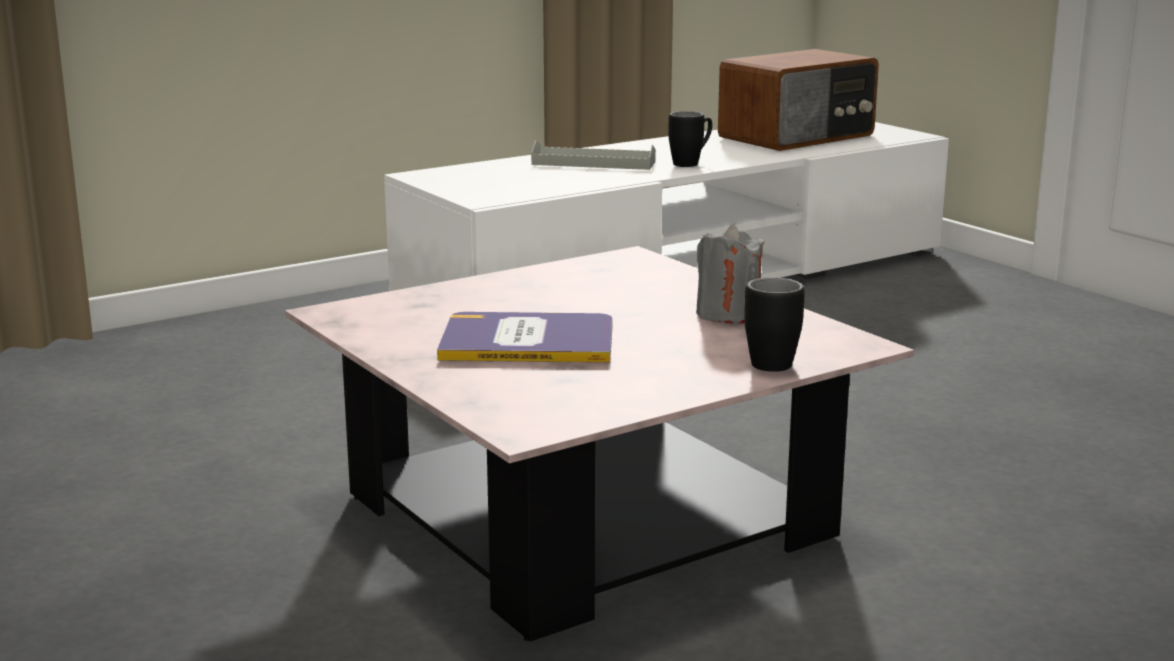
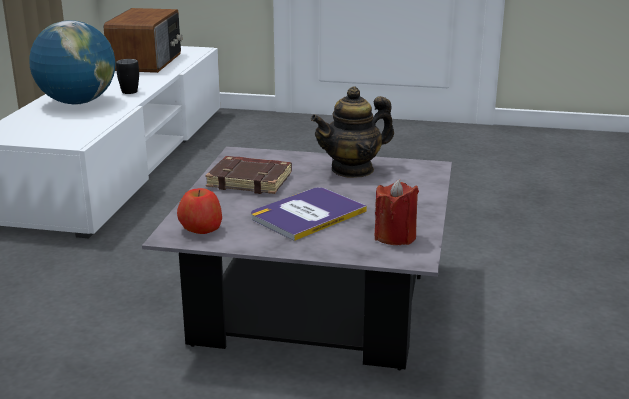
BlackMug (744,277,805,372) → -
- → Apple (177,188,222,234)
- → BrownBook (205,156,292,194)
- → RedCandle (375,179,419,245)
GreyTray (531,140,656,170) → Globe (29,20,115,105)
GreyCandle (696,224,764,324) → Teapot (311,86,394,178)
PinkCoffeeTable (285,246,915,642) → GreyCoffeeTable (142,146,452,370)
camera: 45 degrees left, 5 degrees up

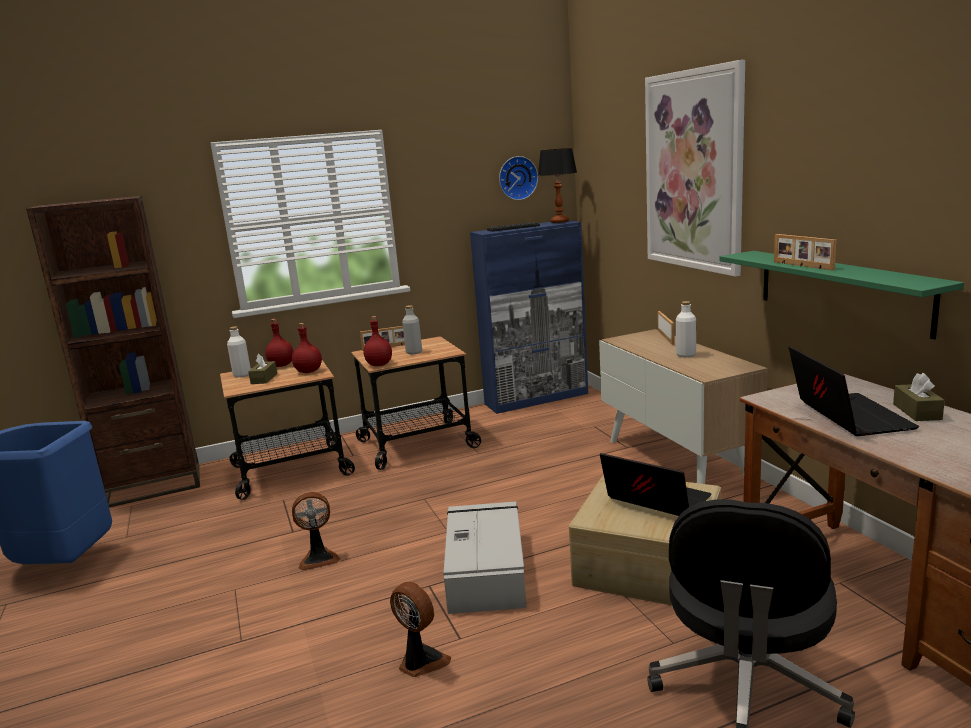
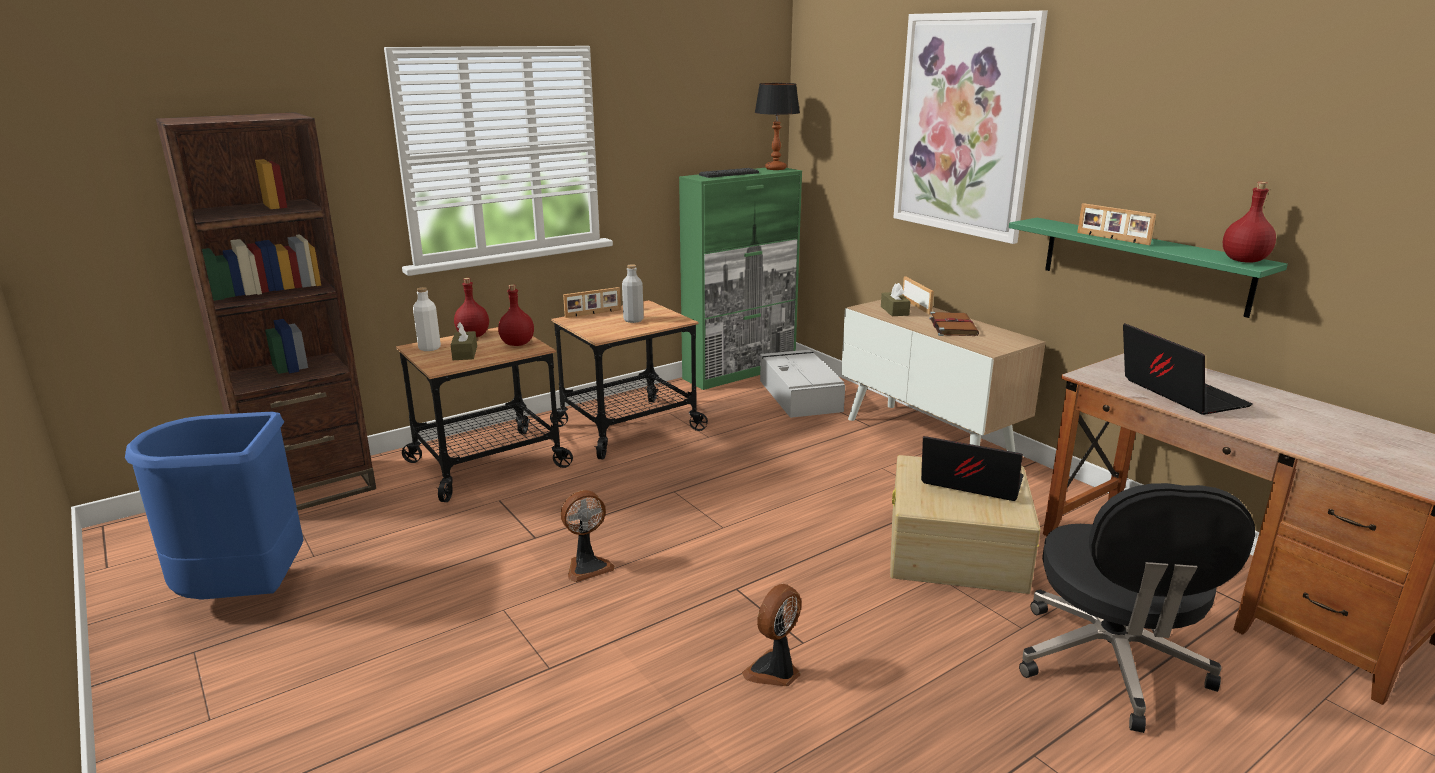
WallClock (499,156,538,200) → -
RedBottle (363,316,392,366) → RedBottle (1223,182,1276,263), moved
GreyStorageBox (443,501,527,614) → GreyStorageBox (760,350,845,418), moved
BrownTissueBox (893,373,945,421) → BrownTissueBox (881,283,911,316), moved
WhiteBottle (676,301,696,358) → BrownBook (929,312,979,336)
BlueCabinet (470,220,588,414) → GreenCabinet (679,168,802,390)
Fan (390,582,451,677) → Fan (742,584,801,686), 75 degrees counterclockwise
camera: 15 degrees left, 5 degrees up

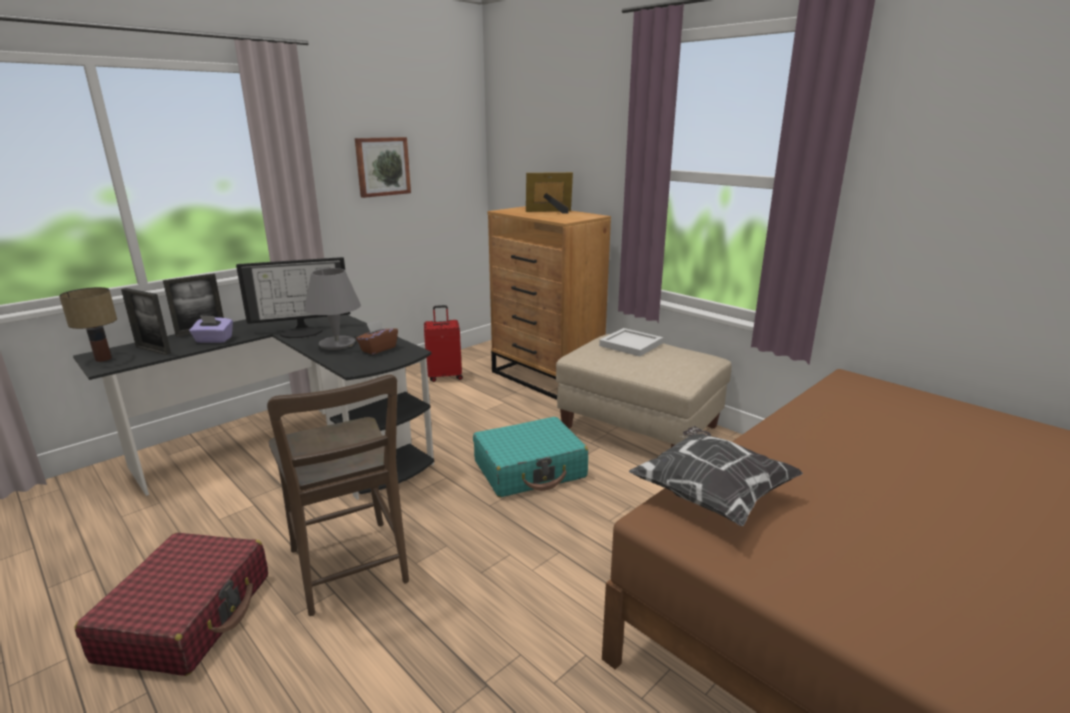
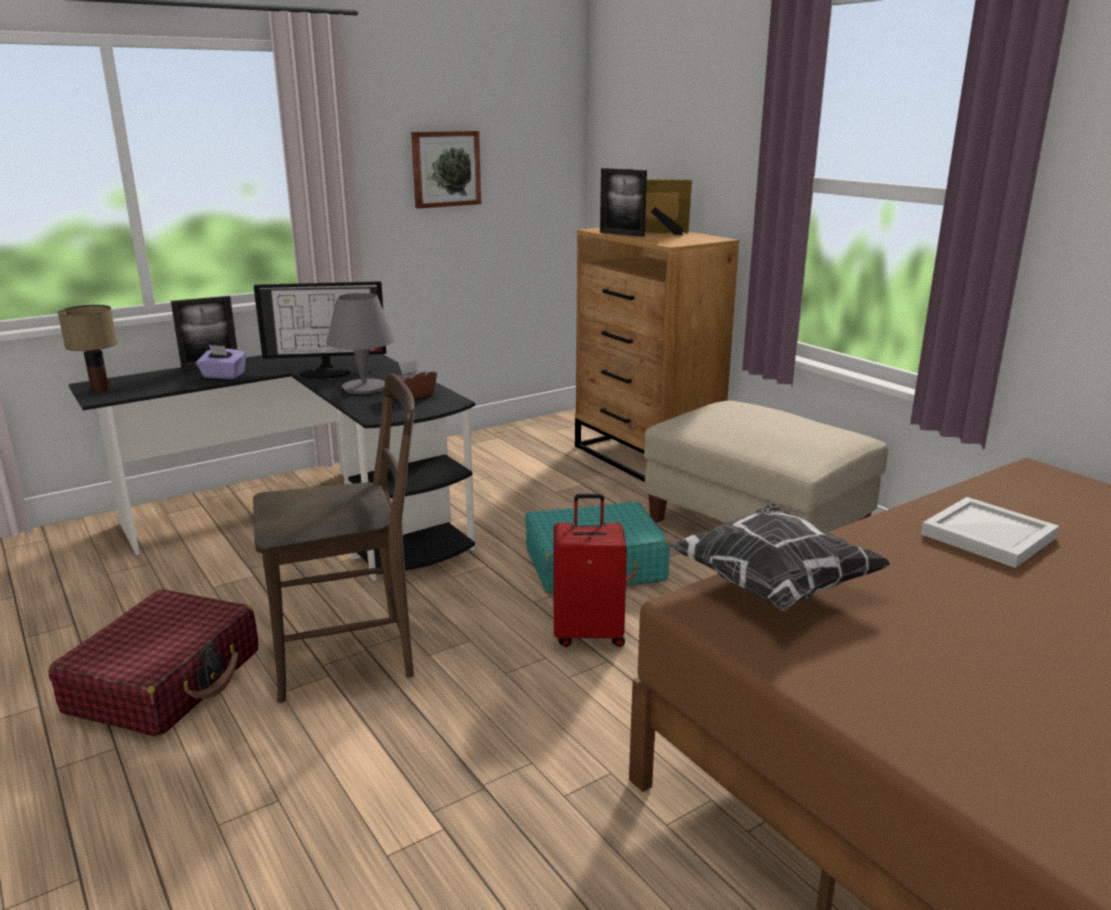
PictureFrame (121,288,171,355) → PictureFrame (600,168,647,237), moved
RedSuitcase (424,305,463,382) → RedSuitcase (554,494,627,647), moved
WhiteTray (599,328,663,357) → WhiteTray (921,497,1059,568), moved
BrownChair (267,374,409,616) → BrownChair (253,373,414,703), 90 degrees counterclockwise
camera: 10 degrees right, 0 degrees up

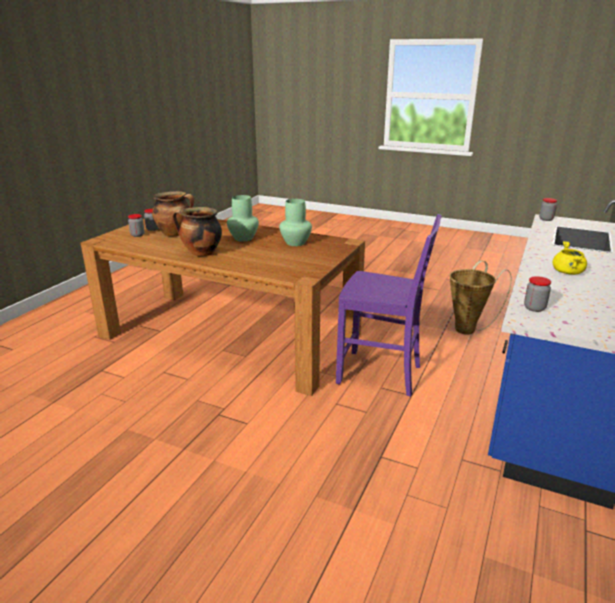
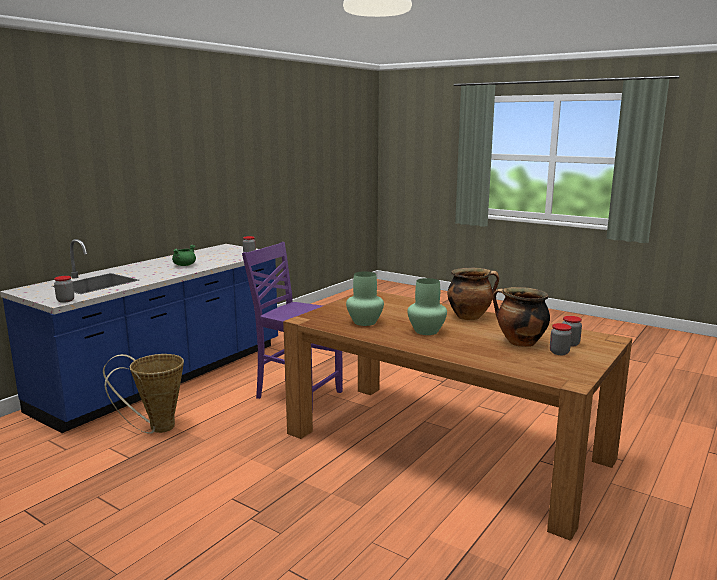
YellowCookingPot (553,241,587,275) → GreenCookingPot (172,245,196,266)
camera: 170 degrees left, 10 degrees down

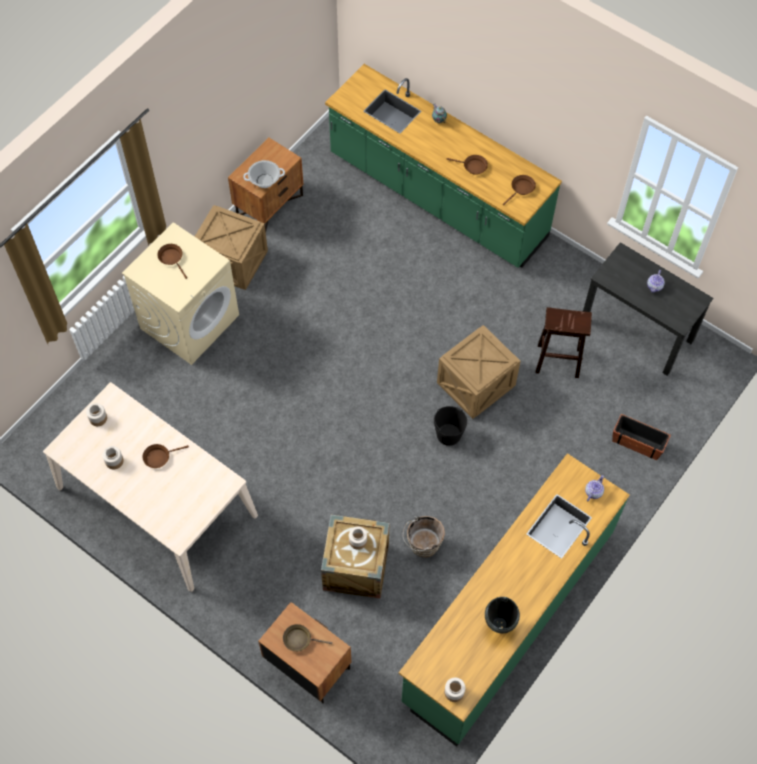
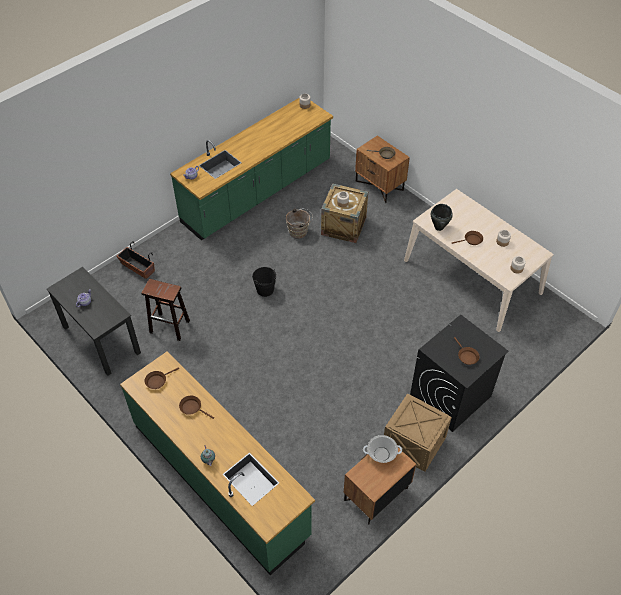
Crate (437,325,521,419) → -
BlackCookingPot (485,597,520,634) → BlackCookingPot (431,204,453,231), moved
BeigeWashingMachine (122,222,239,365) → BlackWashingMachine (410,315,509,432)
camera: 170 degrees left, 10 degrees down

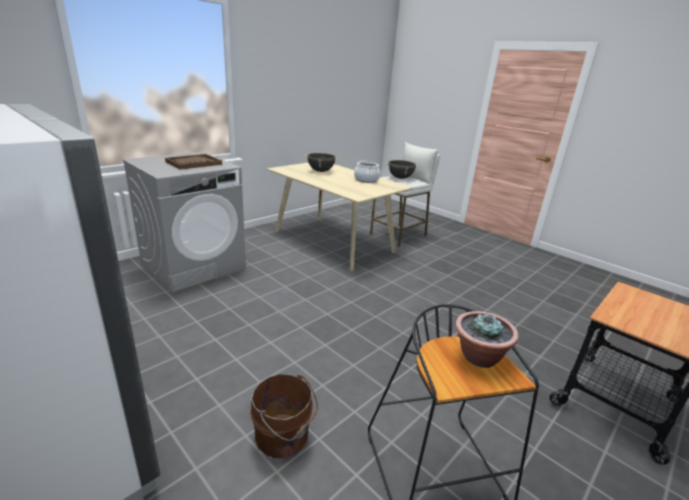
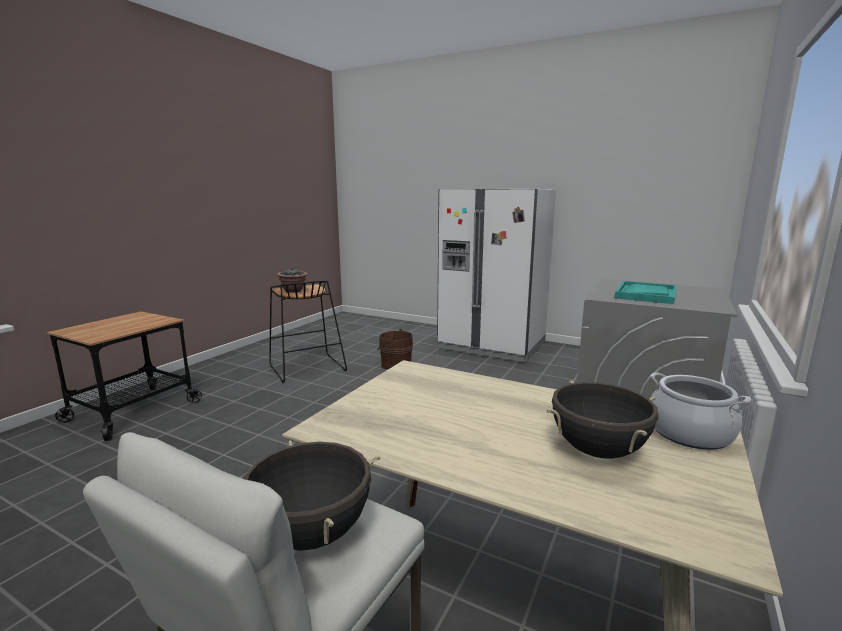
CookingPot (354,160,380,183) → CookingPot (650,372,751,450), moved
BrownTray (165,154,222,170) → TurquoiseTray (615,281,677,304)
camera: 165 degrees right, 10 degrees down

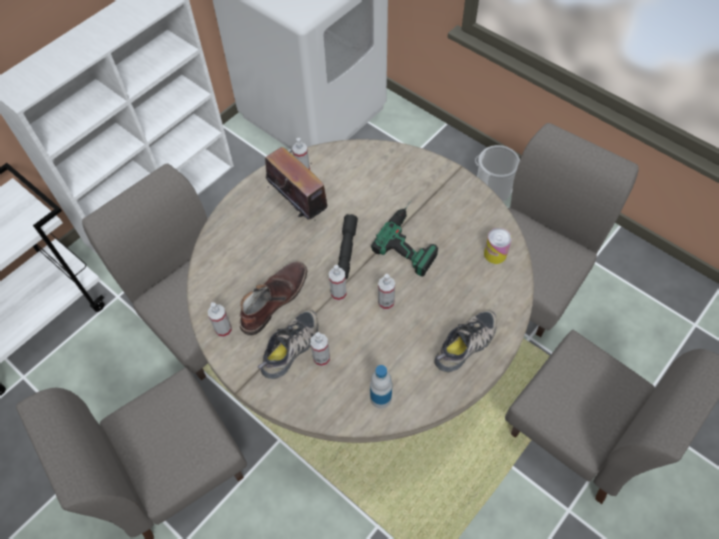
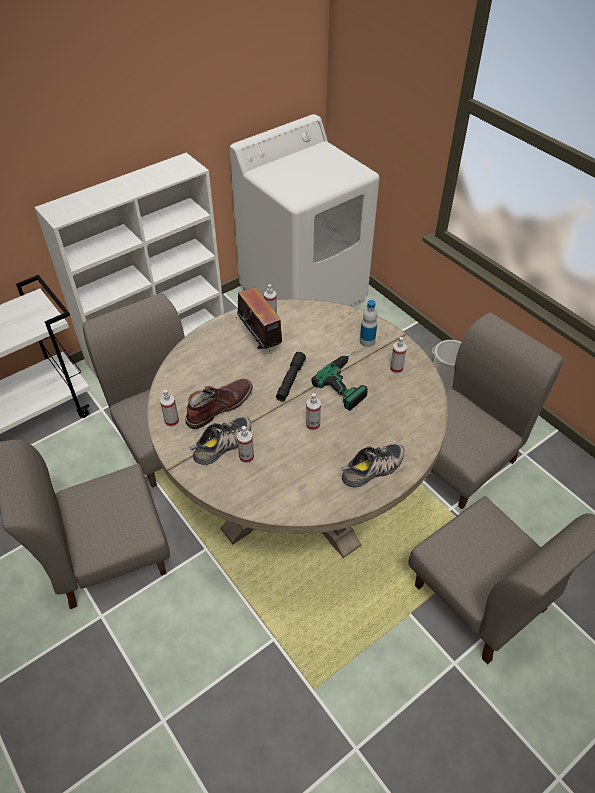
Can (484,228,512,264) → -
SprayBottle (329,265,347,301) → SprayBottle (390,337,407,374), moved
Bottle (370,365,392,409) → Bottle (360,300,377,347), moved
camera: 10 degrees right, 10 degrees down

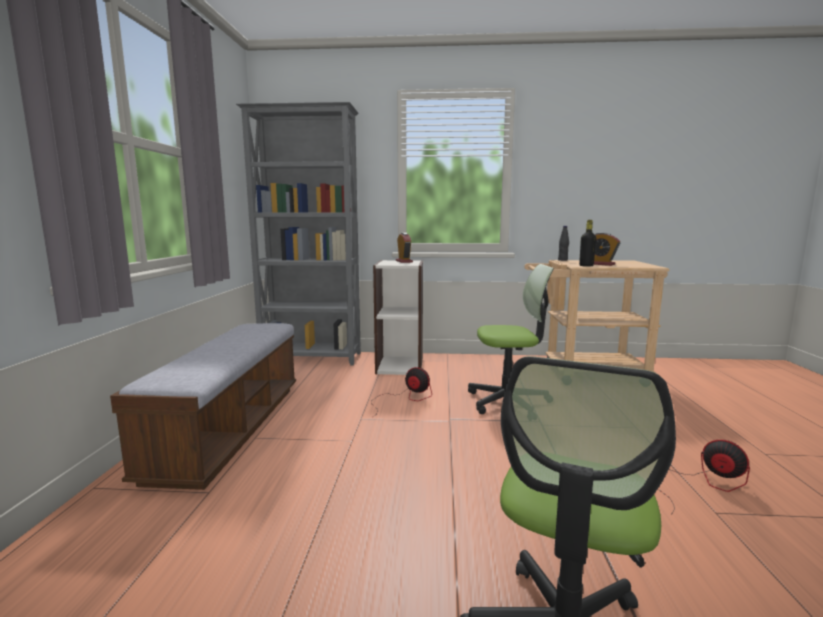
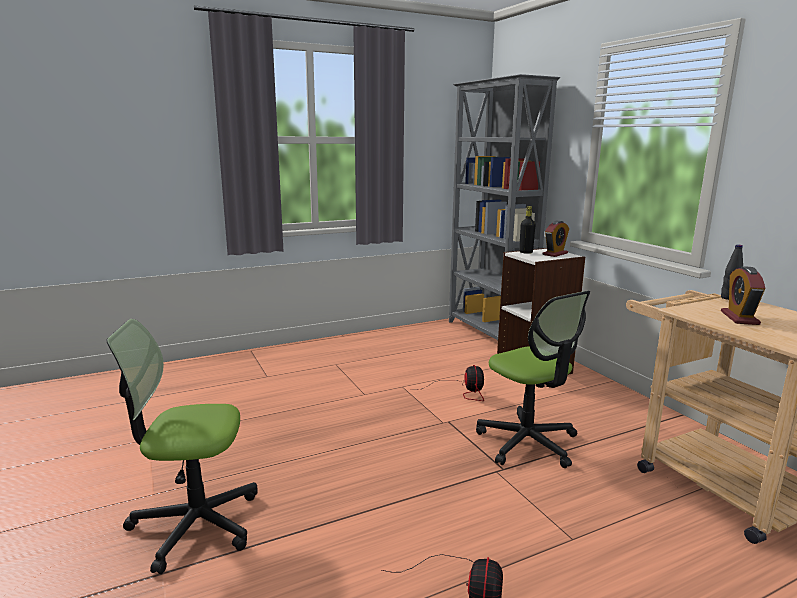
Bench (110,323,296,490) → -
BlackBottle (579,220,596,267) → BlackBottle (519,206,535,254), moved
camera: 60 degrees right, 5 degrees up

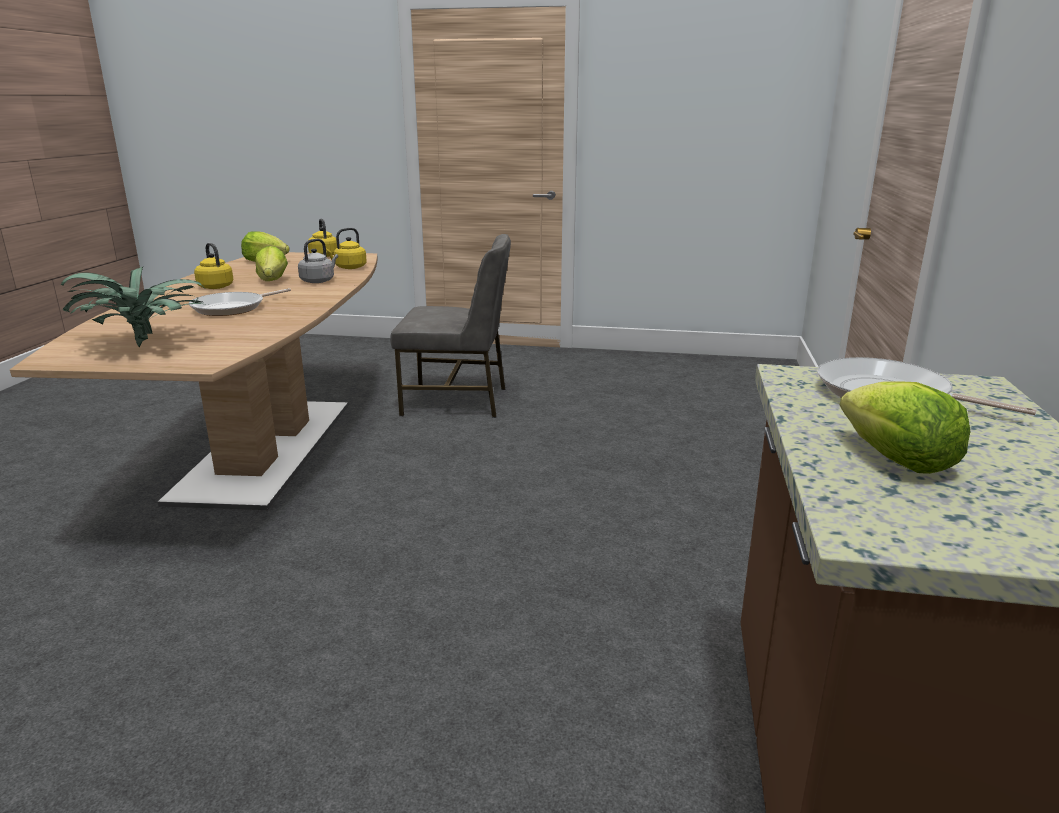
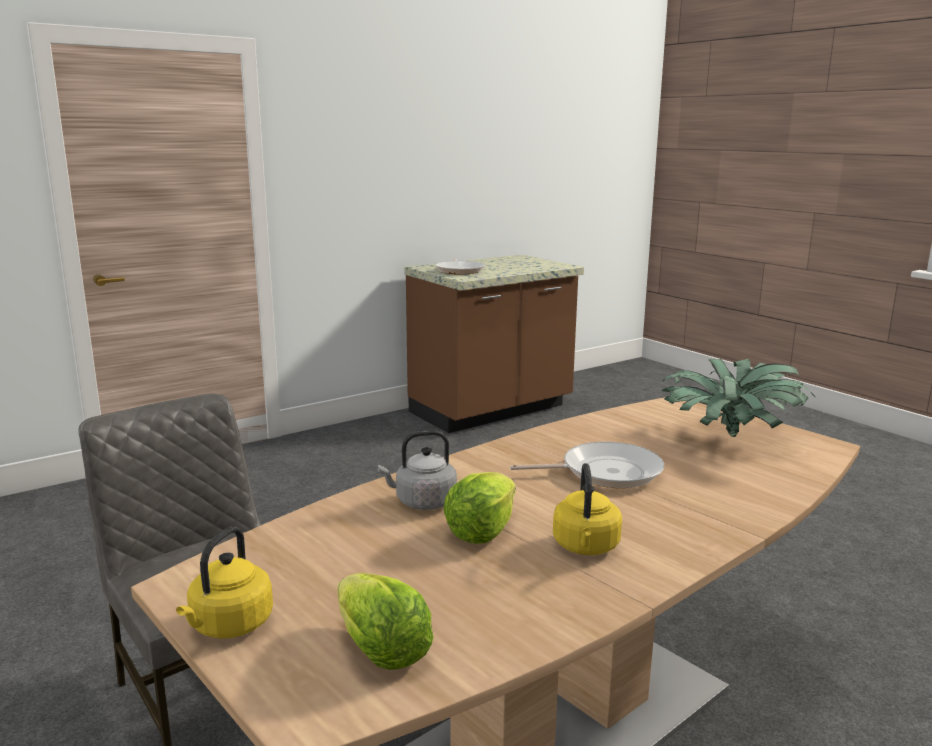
YellowKettle (326,228,367,269) → -
Lettuce (840,381,971,474) → -
camera: 135 degrees left, 5 degrees down

